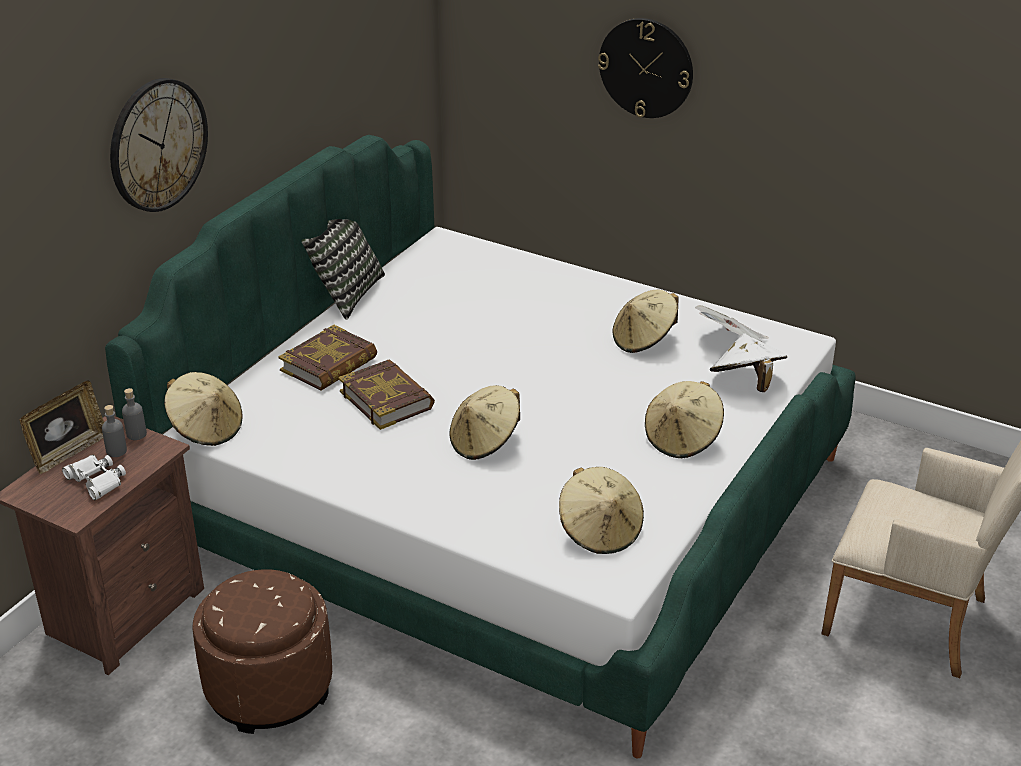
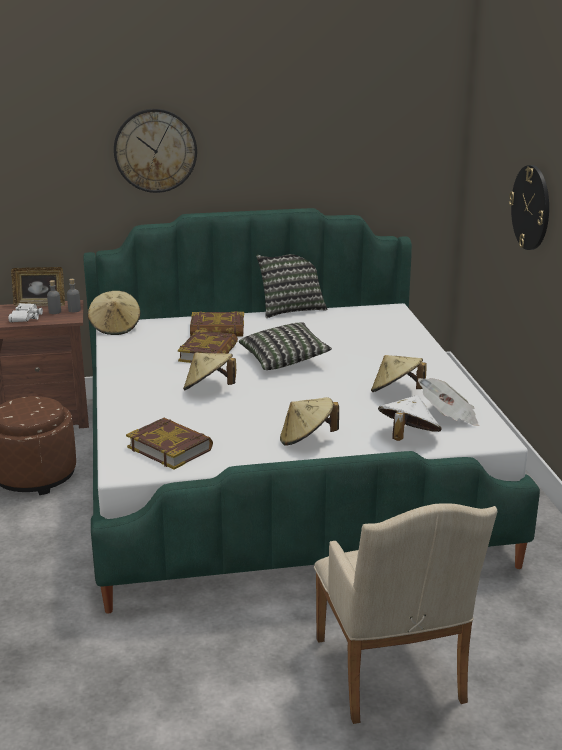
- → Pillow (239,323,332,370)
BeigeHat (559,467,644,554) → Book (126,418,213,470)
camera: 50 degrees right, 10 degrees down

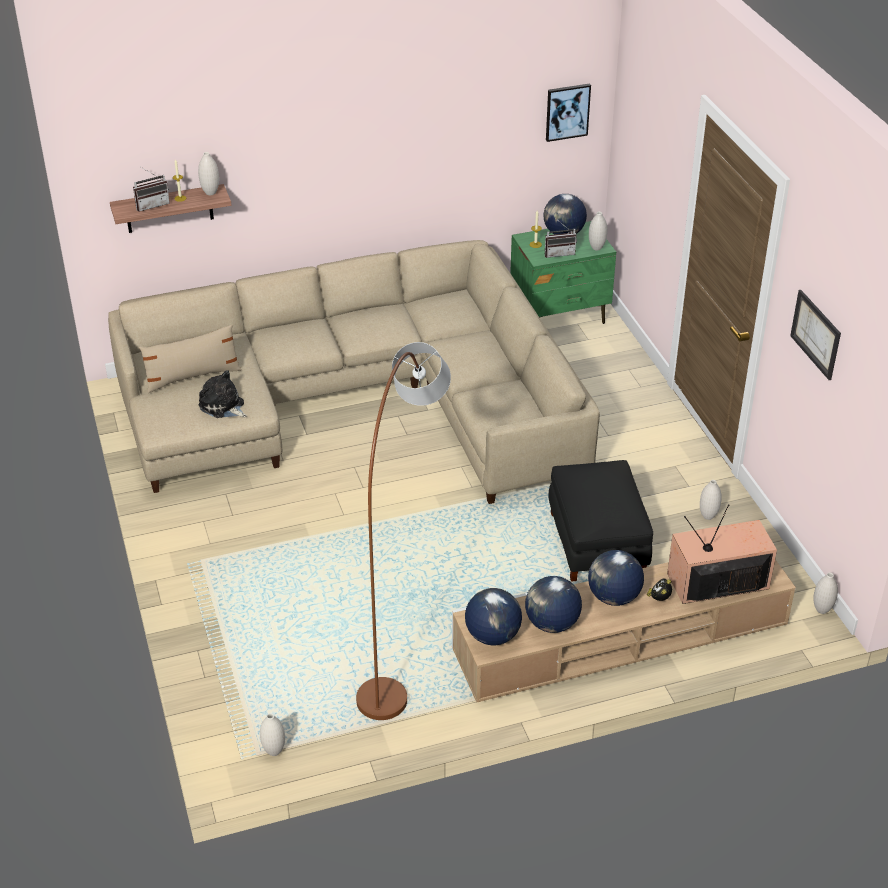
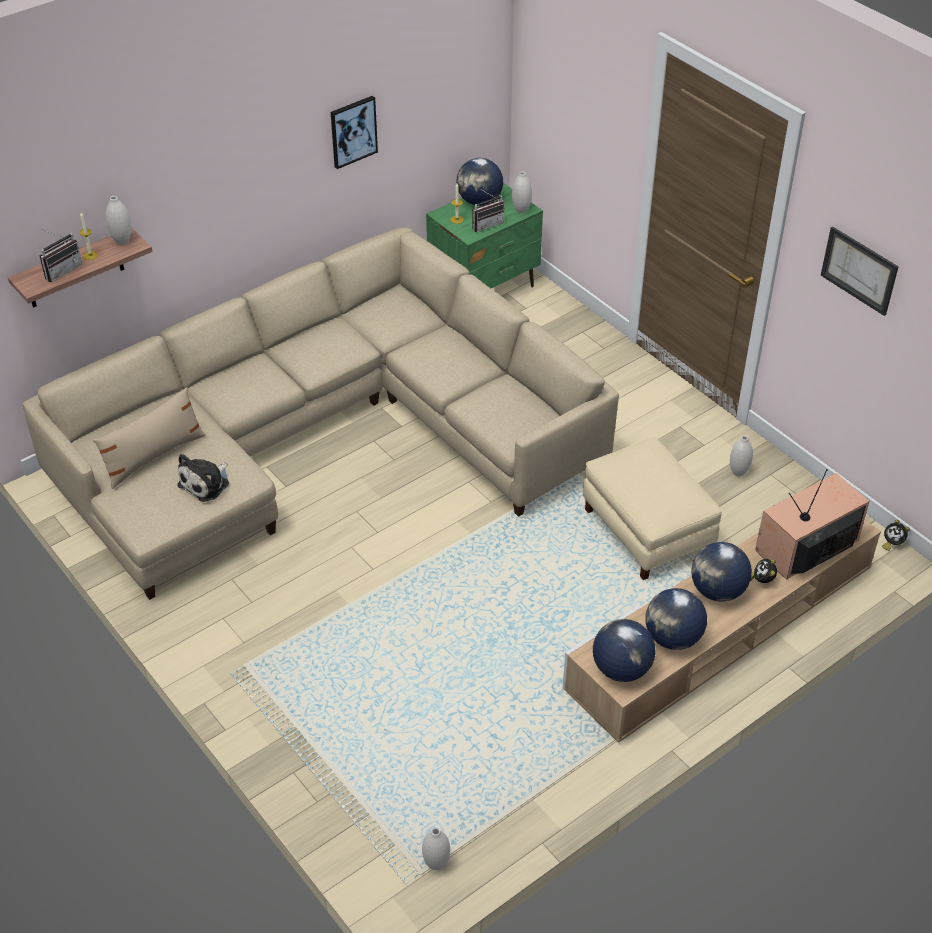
BrownFloorLamp (356,342,451,720) → -
Picture (546,83,591,142) → Picture (331,96,378,169), moved
WhiteVase (813,573,838,614) → AlarmClock (882,520,910,551)
BlackOttoman (549,460,653,582) → BeigeOttoman (583,437,722,580)
PlushToy (199,370,247,418) → PlushToy (177,454,229,502), 75 degrees counterclockwise
camera: 20 degrees left, 5 degrees up

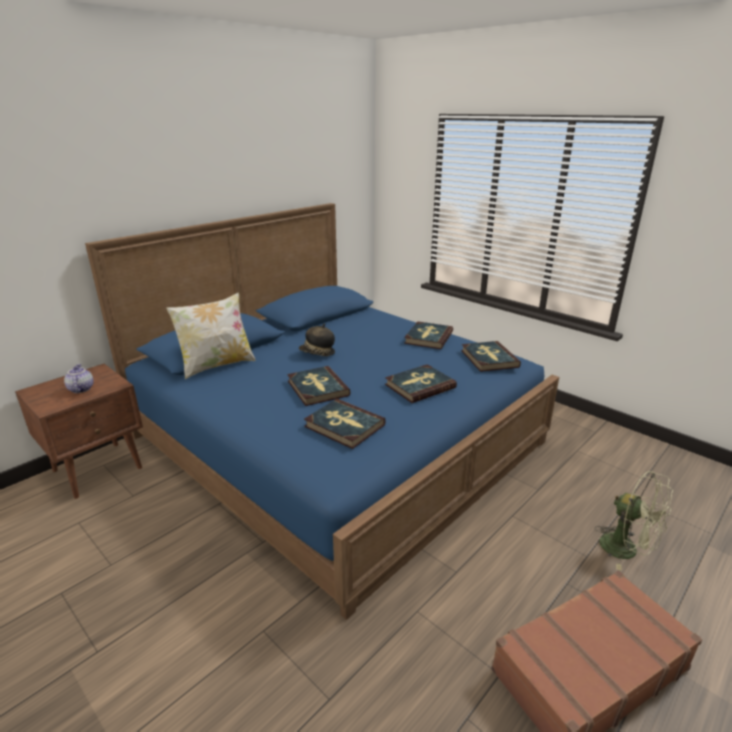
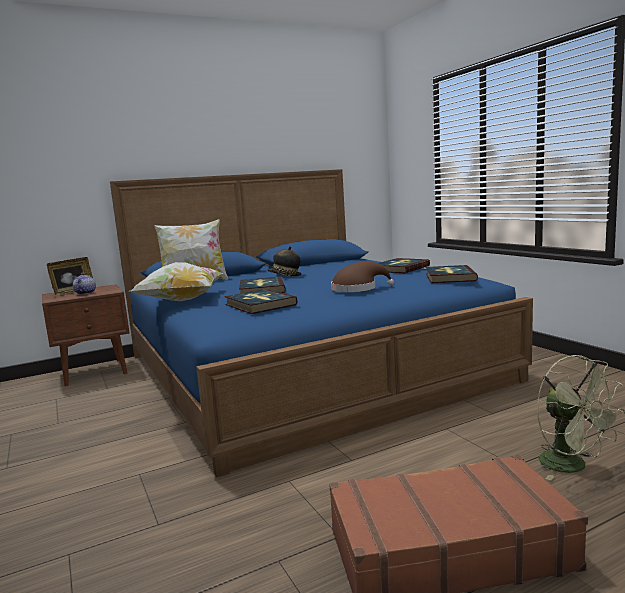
- → PictureFrame (47,257,93,295)
- → Pillow (130,262,224,301)
Book (385,364,457,403) → BrownHat (331,261,394,292)
camera: 20 degrees right, 15 degrees down

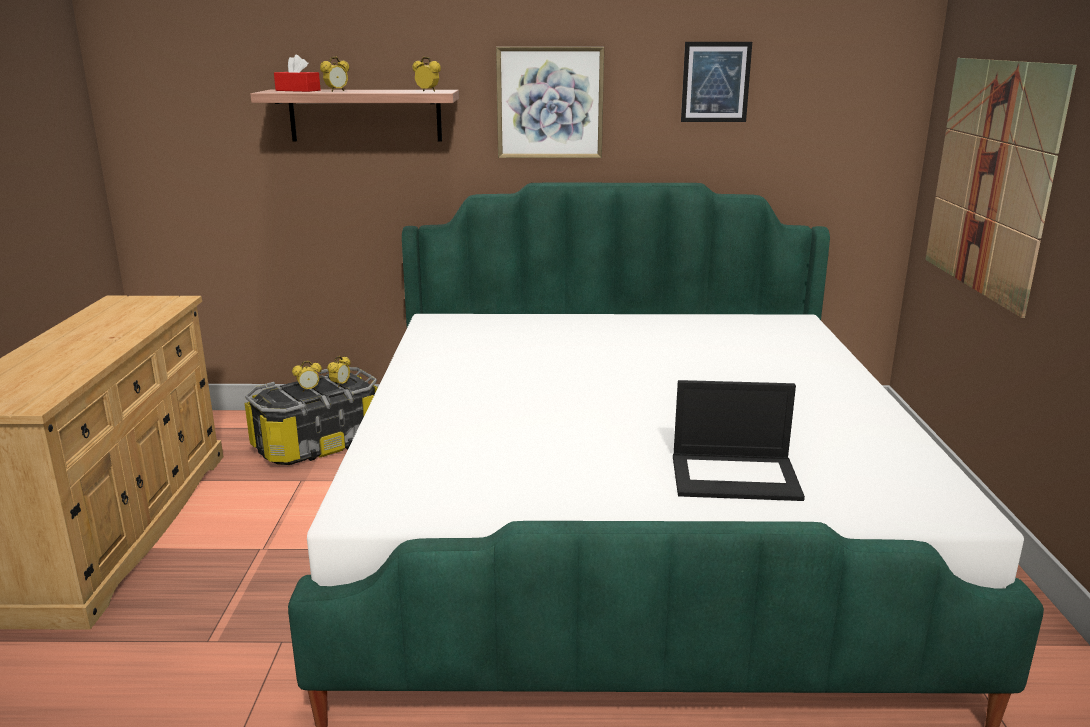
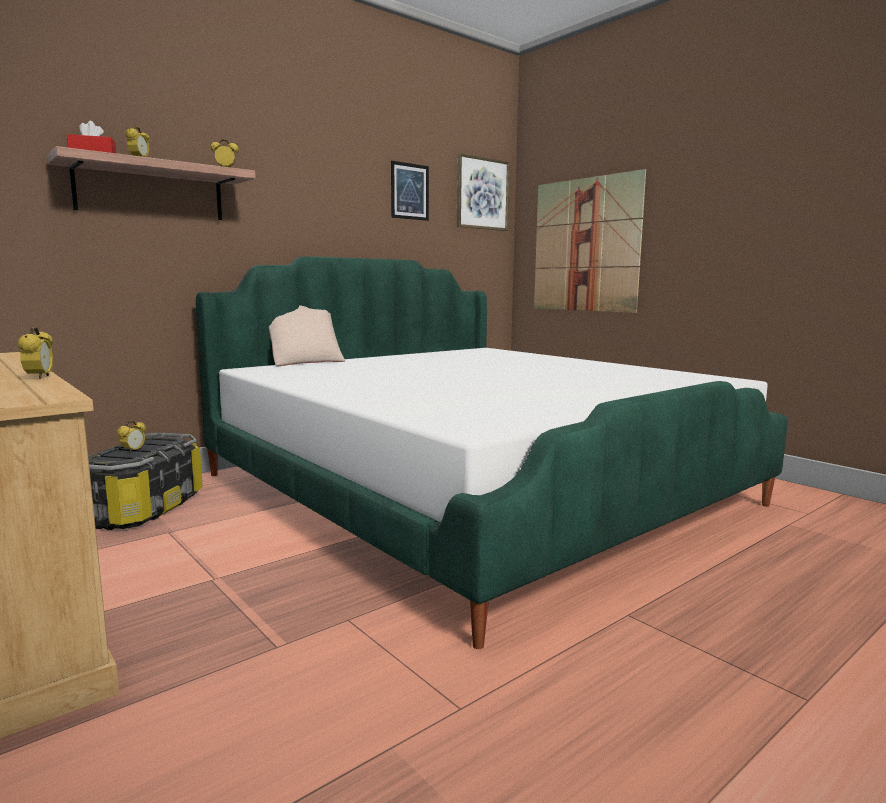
Laptop (673,380,805,501) → -
- → BeigePillow (269,305,345,366)
AlarmClock (327,356,351,388) → AlarmClock (18,327,53,379), moved
Picture (496,47,604,158) → Picture (457,153,510,231), moved
camera: 40 degrees left, 10 degrees down

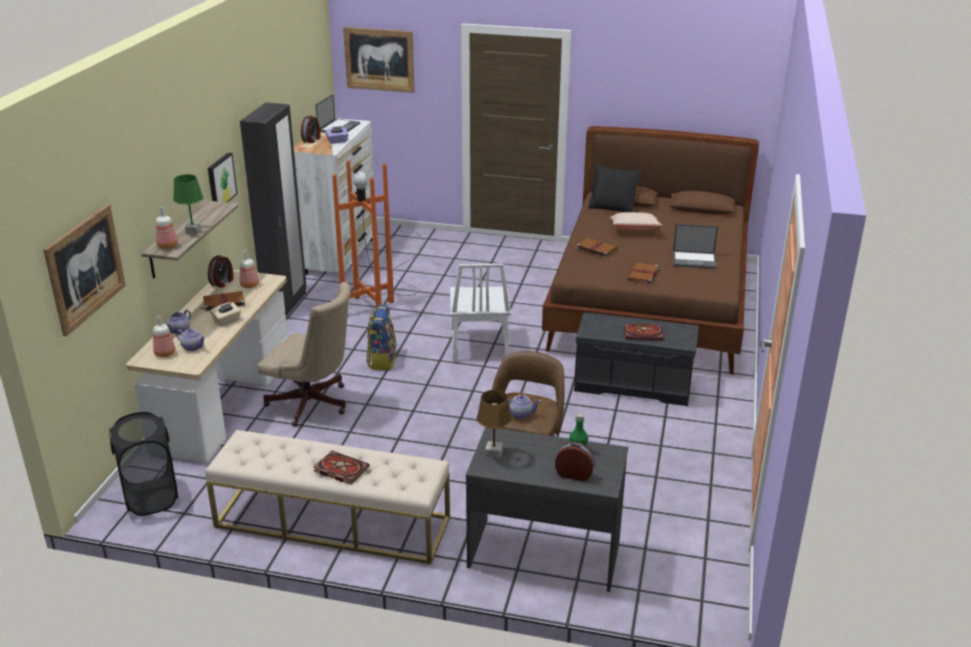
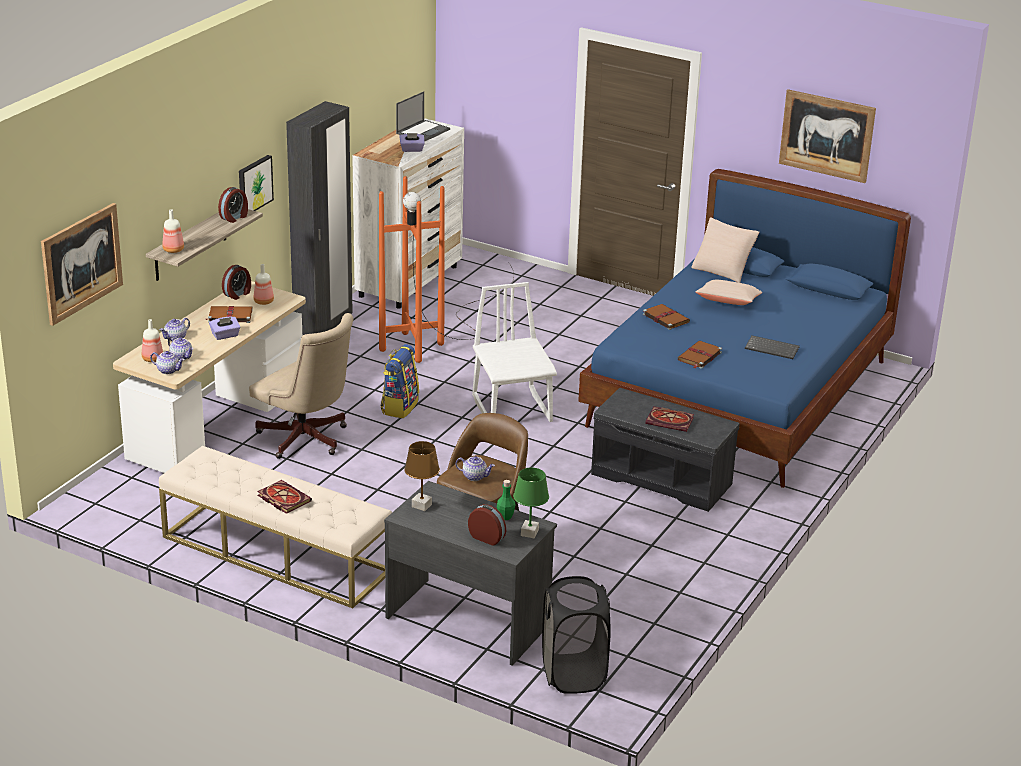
- → Teapot (150,351,185,374)
BlackLaundryBasket (109,412,178,516) → BlackLaundryBasket (542,576,611,694), moved
GreenTableLamp (173,174,203,234) → GreenTableLamp (513,468,549,539), moved
AlarmClock (301,115,320,143) → AlarmClock (218,187,248,223), moved
Picture (343,27,415,93) → Picture (779,89,876,183), moved
Laptop (673,224,718,269) → Keyboard (745,335,800,359)
BeigeTissueBox (210,302,241,326) → PurpleTissueBox (209,317,240,340)
BrownBed (542,126,759,375) → BlueBed (578,169,911,488)
BlackPillow (588,165,641,212) → BeigePillow (691,217,759,283)
WhiteChair (450,264,511,361) → WhiteChair (472,282,557,422), 150 degrees clockwise
camera: 15 degrees right, 0 degrees up

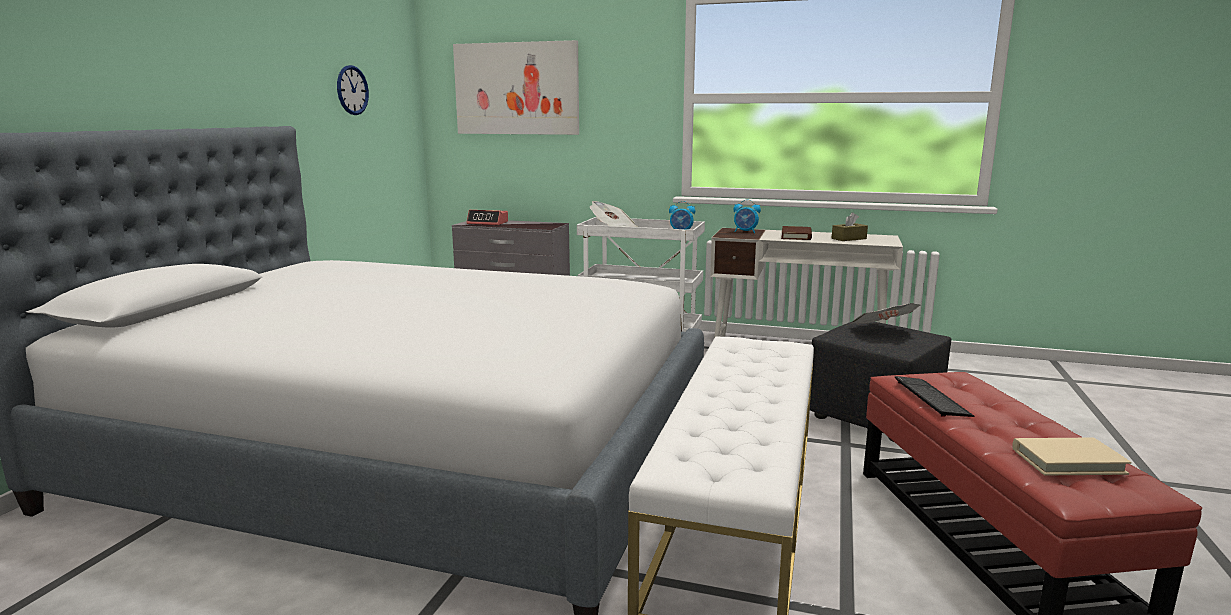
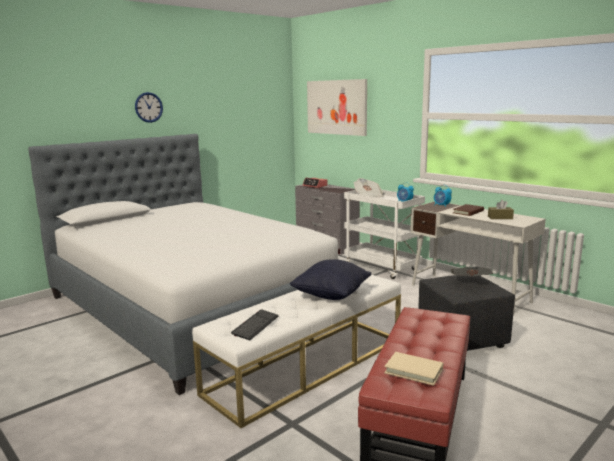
- → BlackPillow (290,259,372,300)
WallClock (337,65,369,115) → WallClock (135,92,163,123), moved
Keyboard (895,376,975,417) → Keyboard (231,309,279,340), moved
camera: 30 degrees right, 0 degrees up

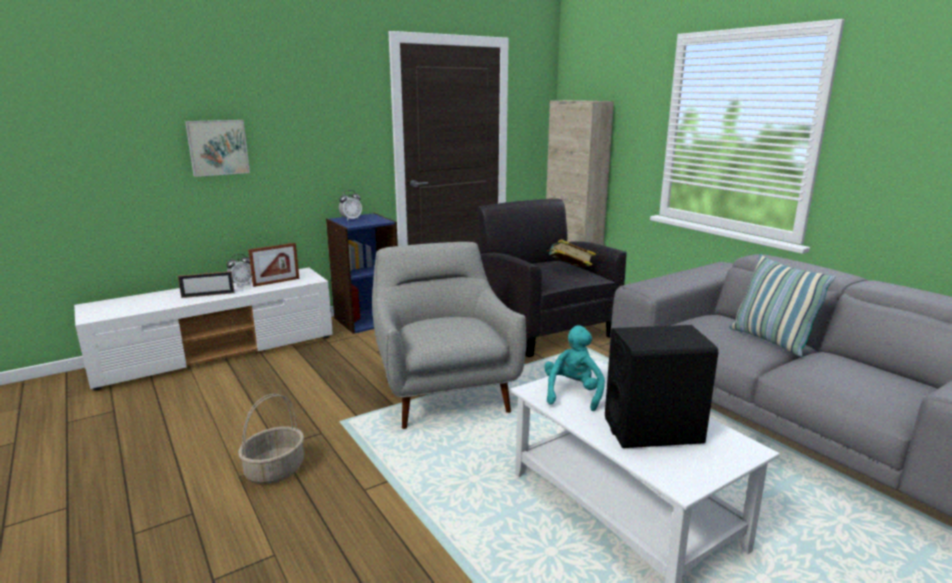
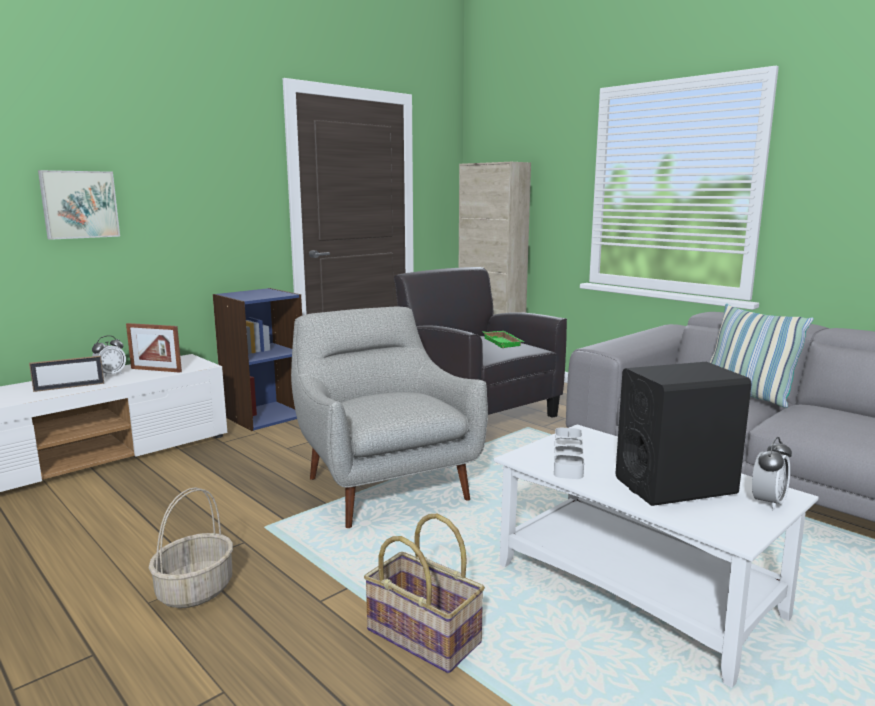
- → Basket (364,514,485,673)
AlarmClock (339,190,362,221) → AlarmClock (752,437,792,511), moved
TurquoisePlushToy (544,325,605,411) → GreyTray (554,427,584,479)
Book (547,239,596,267) → GreenTray (482,331,525,348)
PictureFrame (248,243,299,287) → PictureFrame (126,323,182,373), 60 degrees clockwise
camera: 10 degrees left, 5 degrees down

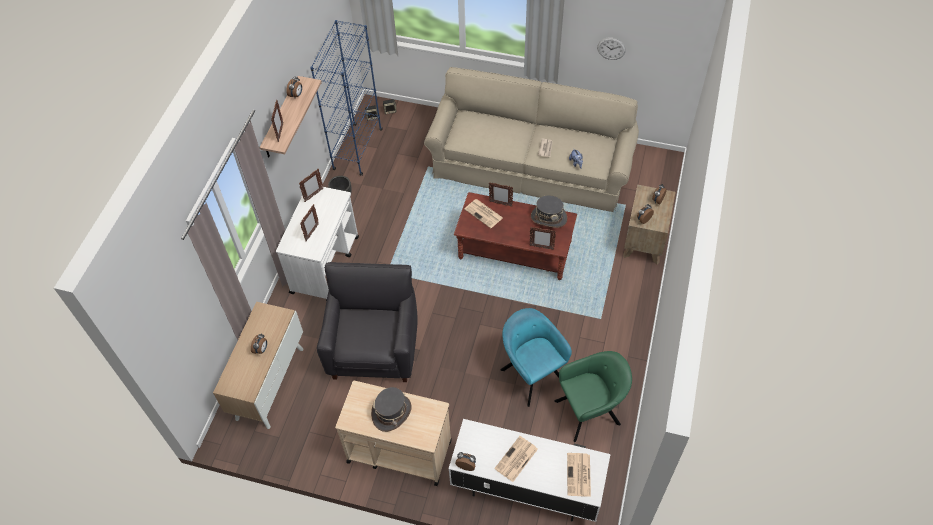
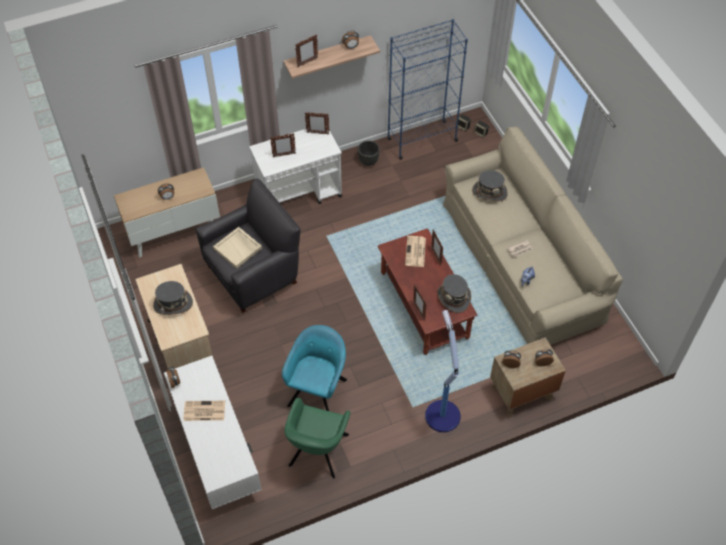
Newspaper (567,453,591,497) → -
WallClock (597,37,626,60) → -
- → BeigeTray (213,227,262,269)
- → FloorLamp (425,310,461,432)
- → GreyHat (472,170,508,201)
GreenArmchair (554,351,632,442) → GreenArmchair (285,398,350,479), 75 degrees clockwise
camera: 50 degrees right, 0 degrees up

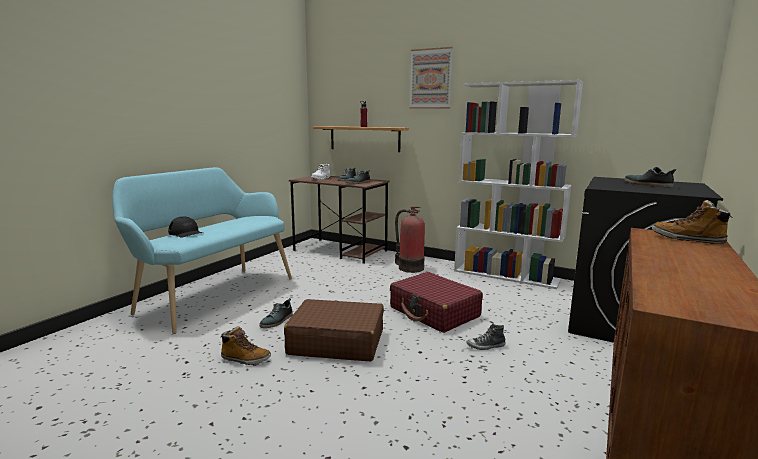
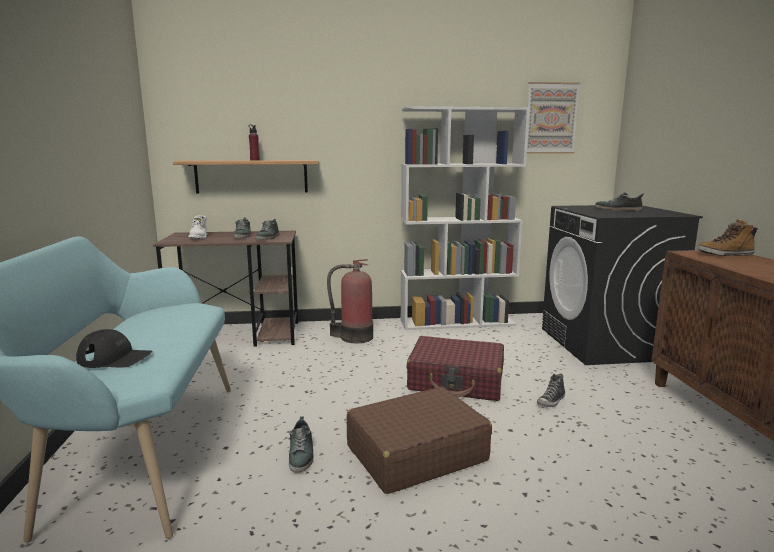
Boot (220,326,271,365) → -
Picture (409,47,453,109) → Picture (527,82,580,153), moved
camera: 35 degrees left, 0 degrees up

